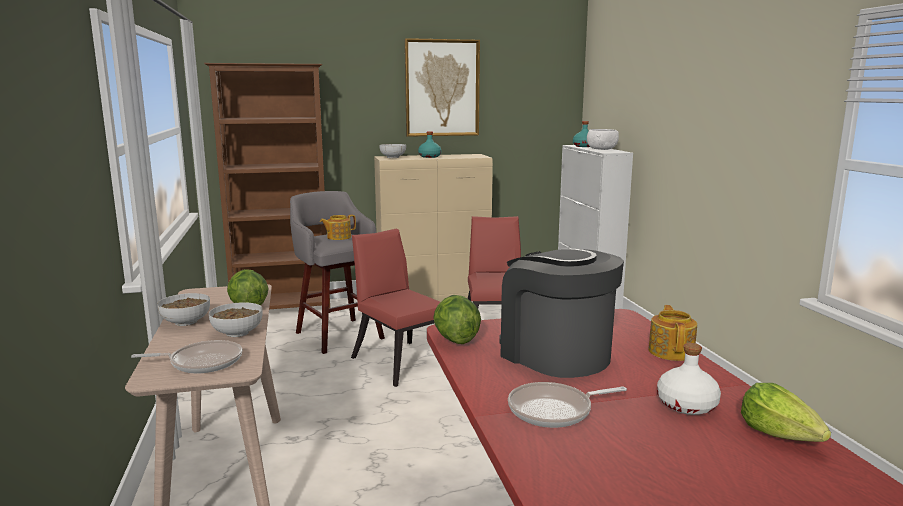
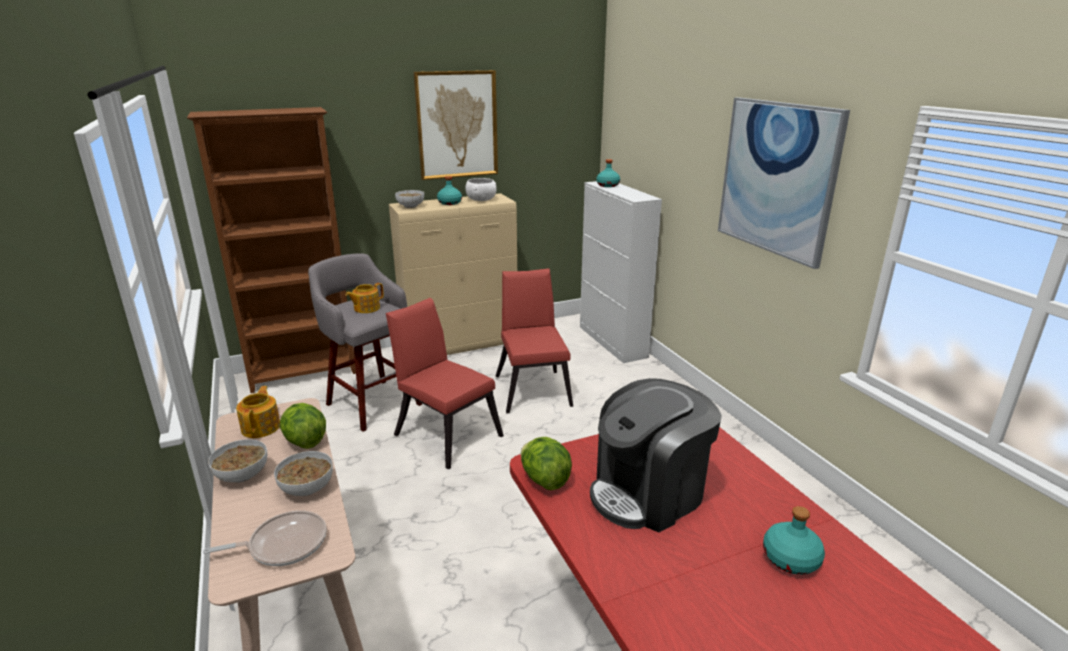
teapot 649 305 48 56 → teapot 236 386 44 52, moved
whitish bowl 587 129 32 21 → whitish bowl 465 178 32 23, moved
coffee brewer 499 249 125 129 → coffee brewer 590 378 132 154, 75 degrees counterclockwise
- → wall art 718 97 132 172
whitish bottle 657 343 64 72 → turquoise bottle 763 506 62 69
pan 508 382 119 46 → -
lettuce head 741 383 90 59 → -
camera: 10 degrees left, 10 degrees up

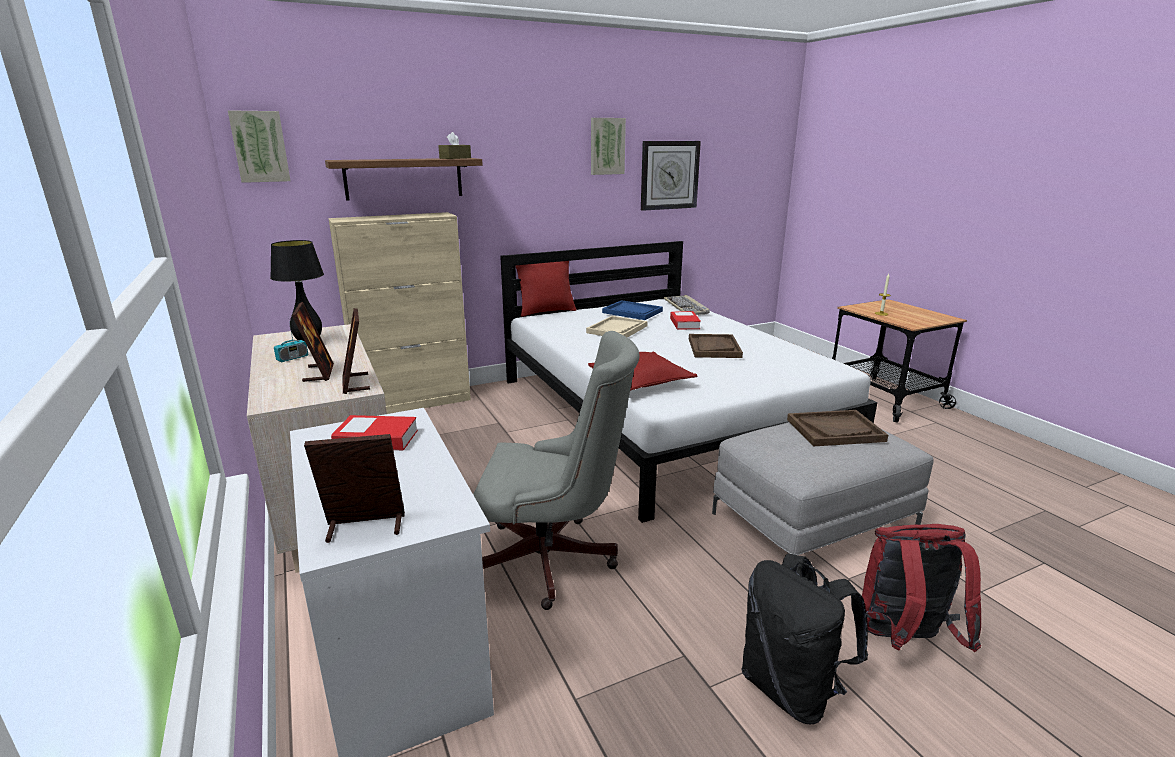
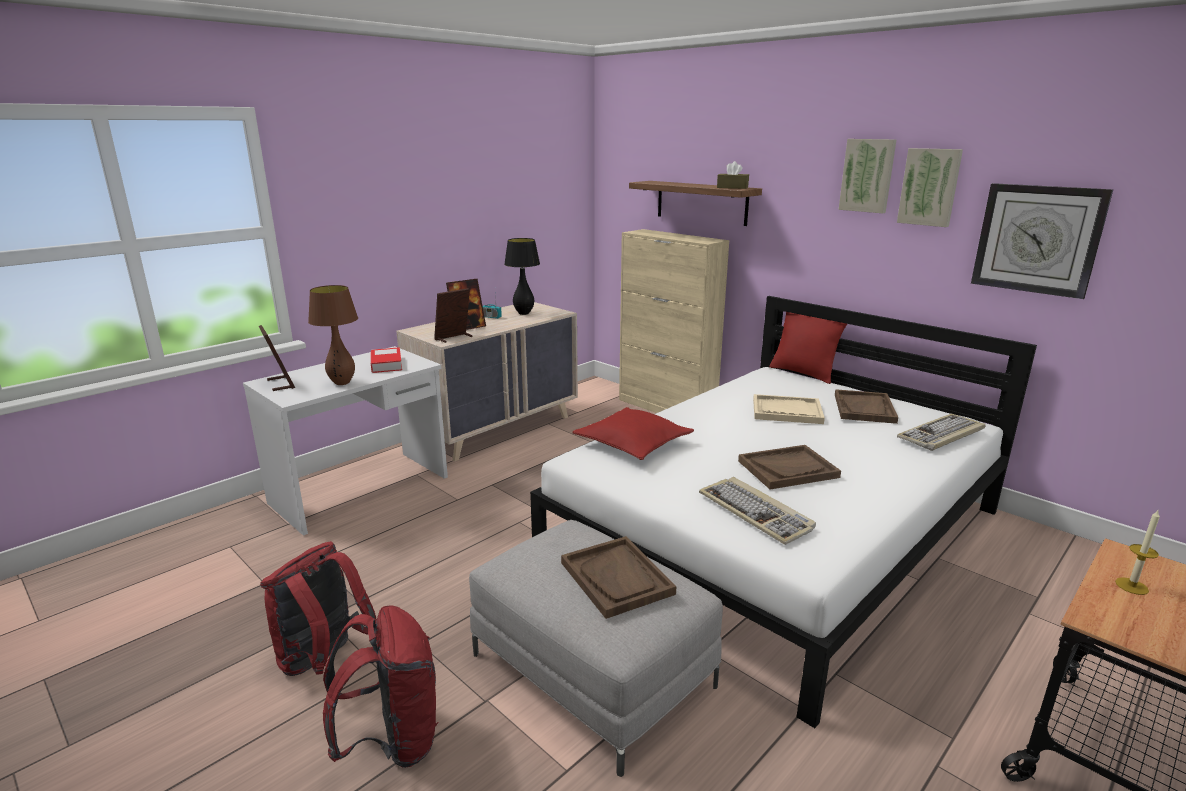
blackish rucksack 741 554 127 170 → red rucksack 260 541 116 135
- → brown tabletop lamp 308 285 50 100
- → keyboard 699 477 117 68
blue-coloured carrying tray 602 300 61 20 → brown carrying tray 835 389 63 35
wall art 228 110 62 73 → wall art 838 139 59 74, moved
gray computer chair 473 331 167 279 → -
bound book 670 311 31 19 → -
camera: 70 degrees right, 0 degrees up

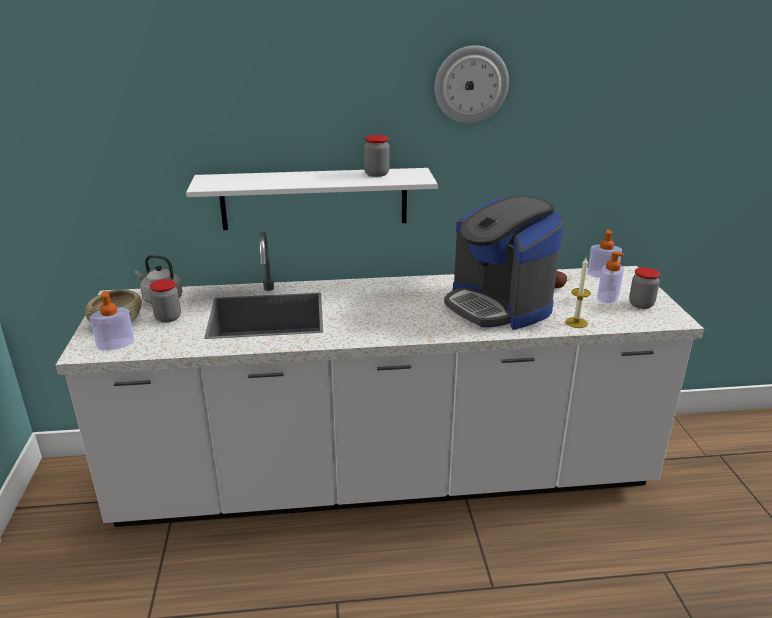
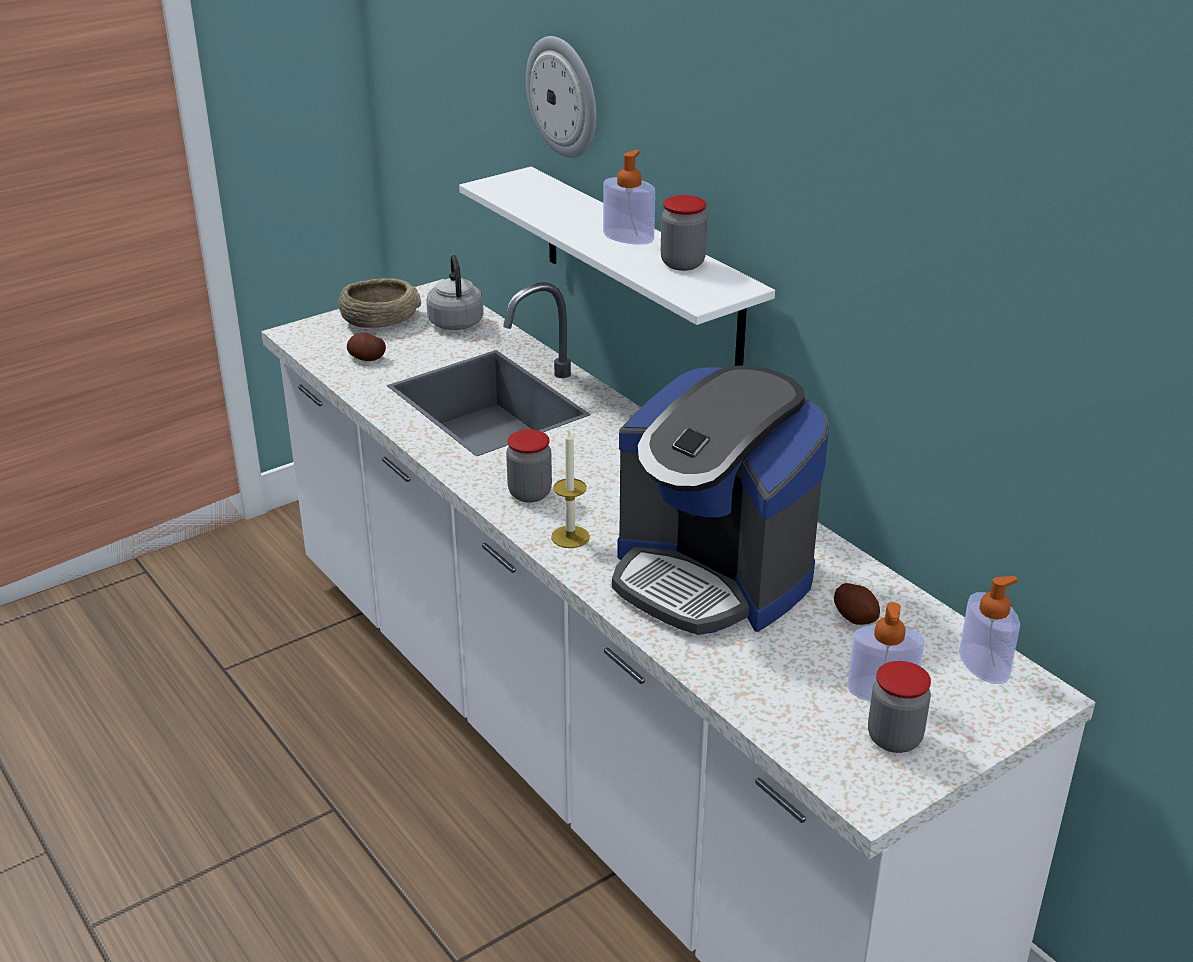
- → whole potato 347 332 39 29
preserve jar 150 279 31 44 → preserve jar 506 429 46 74, moved
hanging clock 435 45 74 78 → hanging clock 526 36 71 122, moved
wax light 565 258 26 70 → wax light 551 429 39 119, moved
soap dispenser 90 291 44 60 → soap dispenser 603 150 52 95, moved
coffee brewer 444 195 120 135 → coffee brewer 612 365 218 270, 75 degrees counterclockwise
camera: 60 degrees right, 5 degrees up

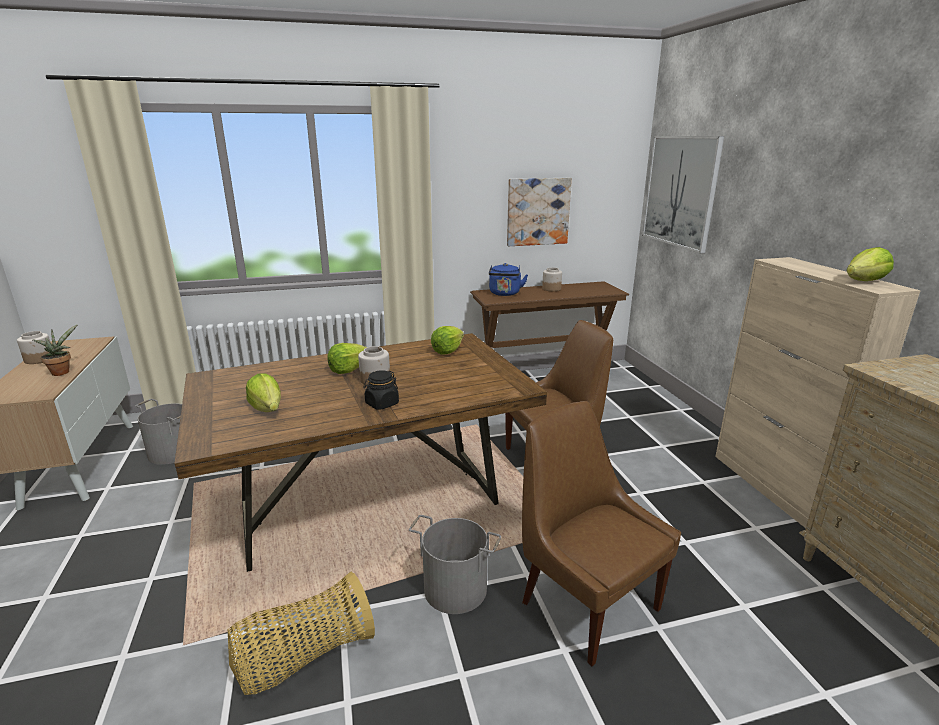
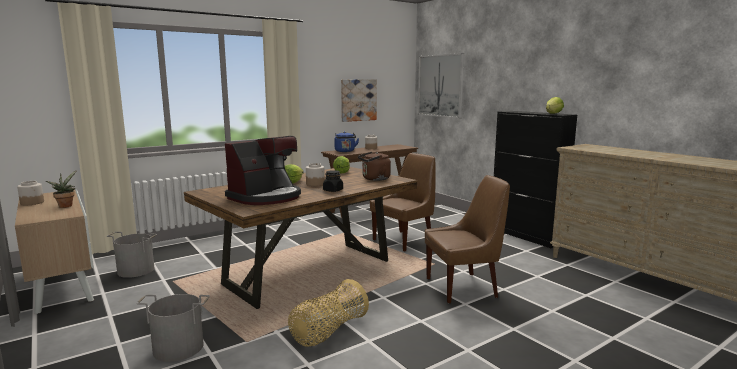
gray pail 409 515 92 99 → gray pail 136 294 74 68, moved
lettuce head 246 373 35 39 → coffee brewer 225 136 76 69
- → brown tea kettle 358 151 33 30
brown plain chair 522 401 159 265 → brown plain chair 425 175 85 128, 135 degrees clockwise
sand-coloured storage cabinet 715 257 206 271 → blackish storage cabinet 494 111 83 137
camera: 20 degrees left, 10 degrees down

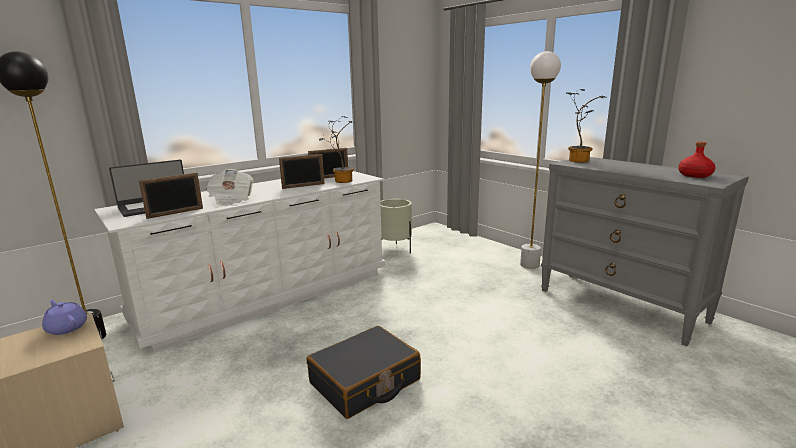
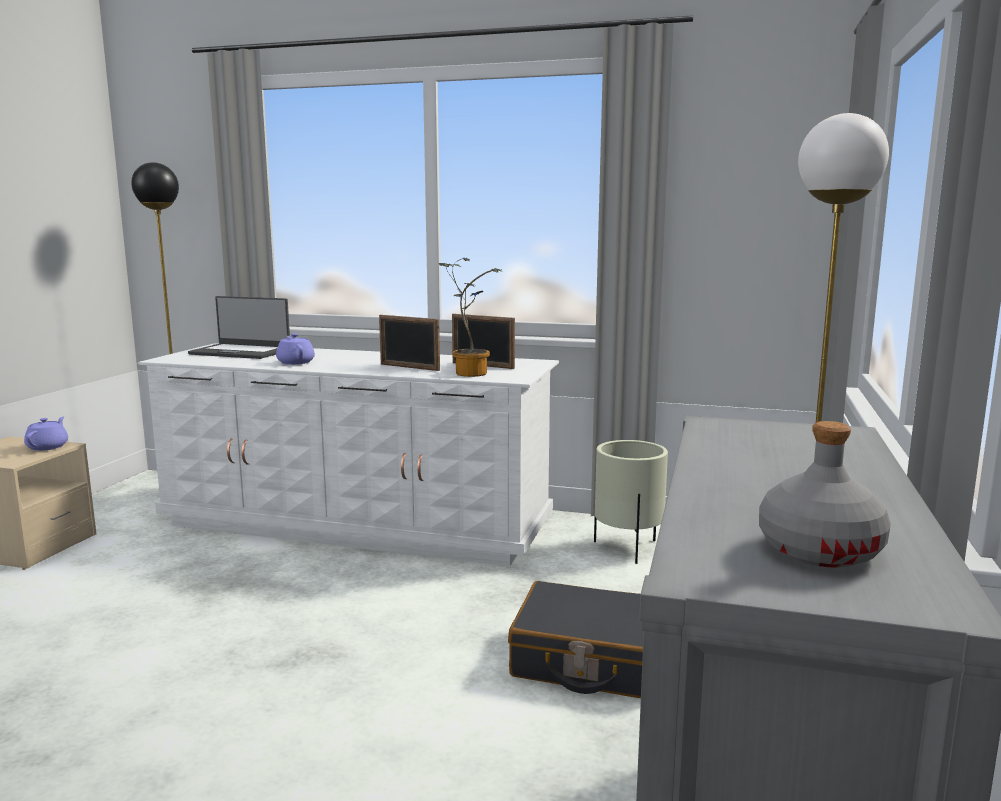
daily paper 206 169 48 38 → purple-coloured teapot 276 334 39 31
blackish travel case 307 326 114 93 → blackish travel case 508 581 136 117, moved
red bottle 678 142 38 36 → gray bottle 759 421 132 147
picture frame 139 173 64 46 → -
houseplant 566 89 40 74 → -
camera: 55 degrees right, 5 degrees down

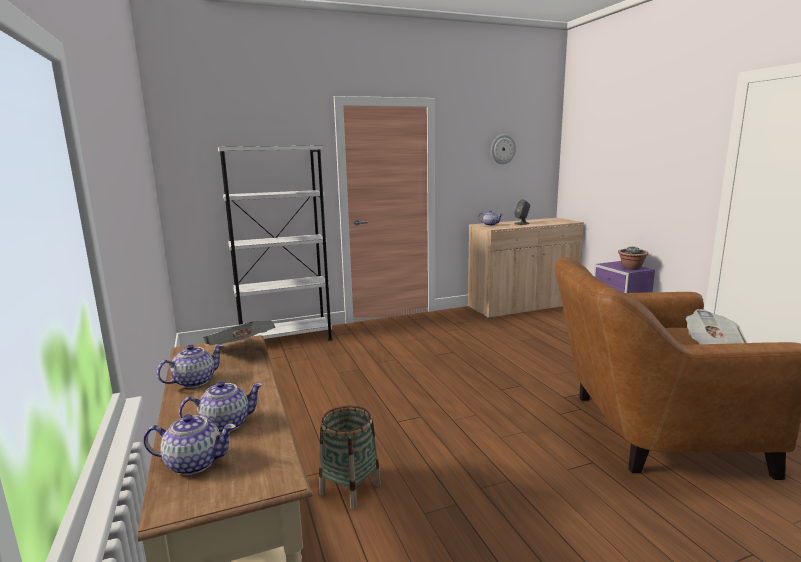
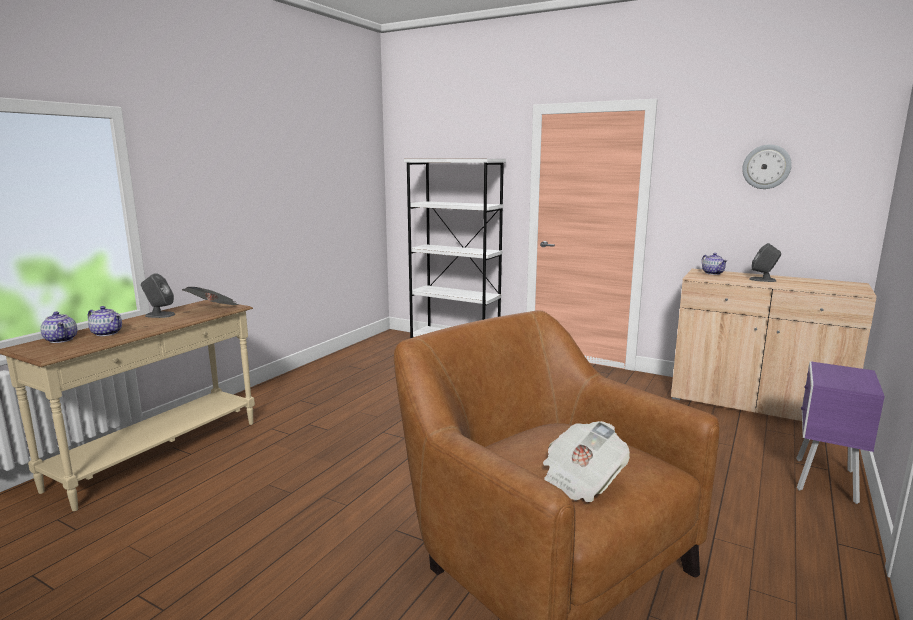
teapot 157 345 67 43 → gray loudspeaker 141 273 34 45
basket 319 406 62 104 → -
houseplant 618 246 30 24 → -
camera: 50 degrees right, 0 degrees up

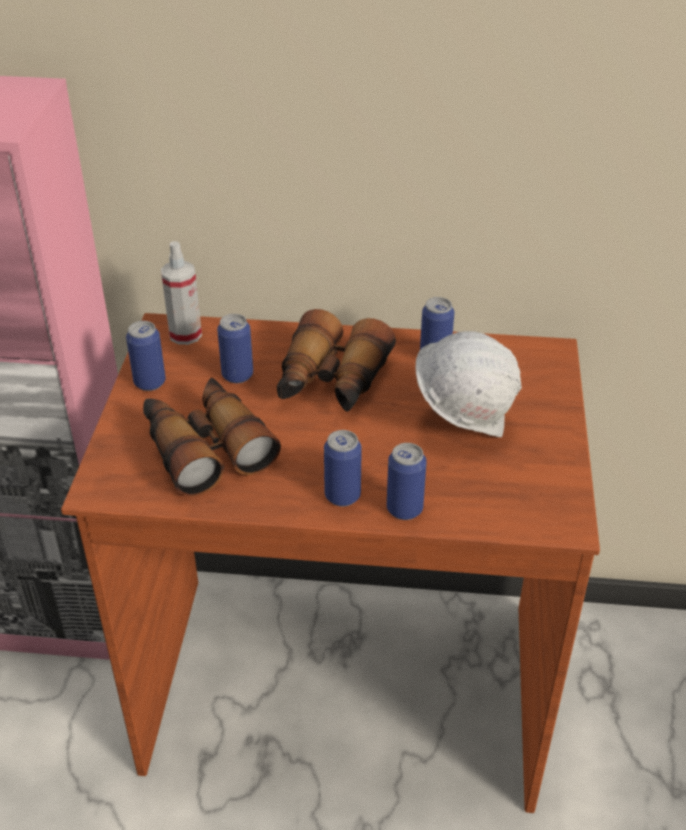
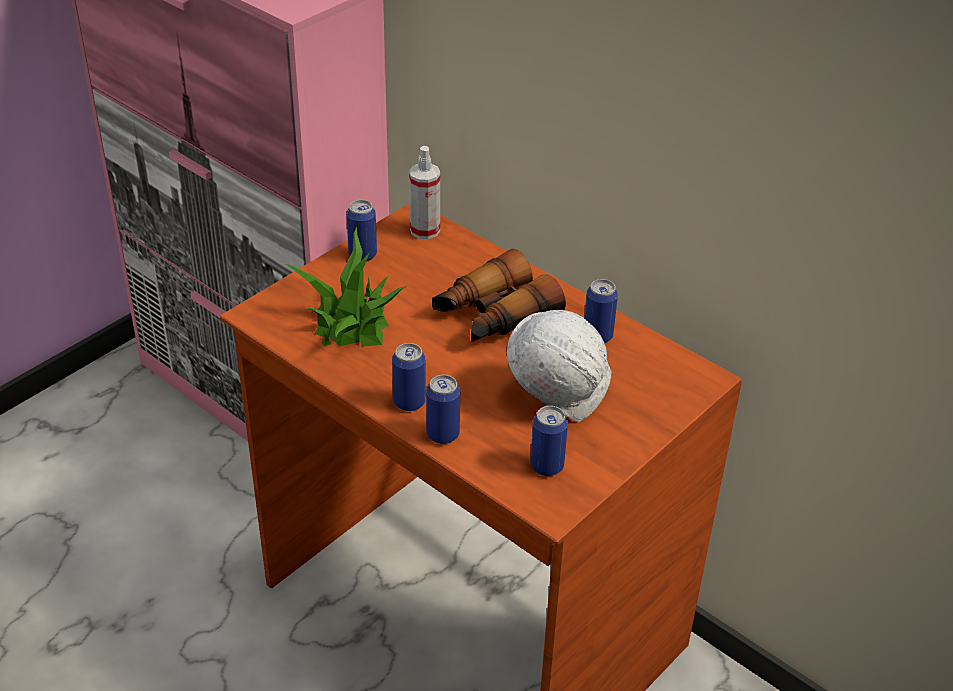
pair of binoculars 143 377 138 119 → houseplant 286 227 120 120
metal can 217 314 36 69 → metal can 530 406 38 70, moved
camera: 35 degrees right, 0 degrees up

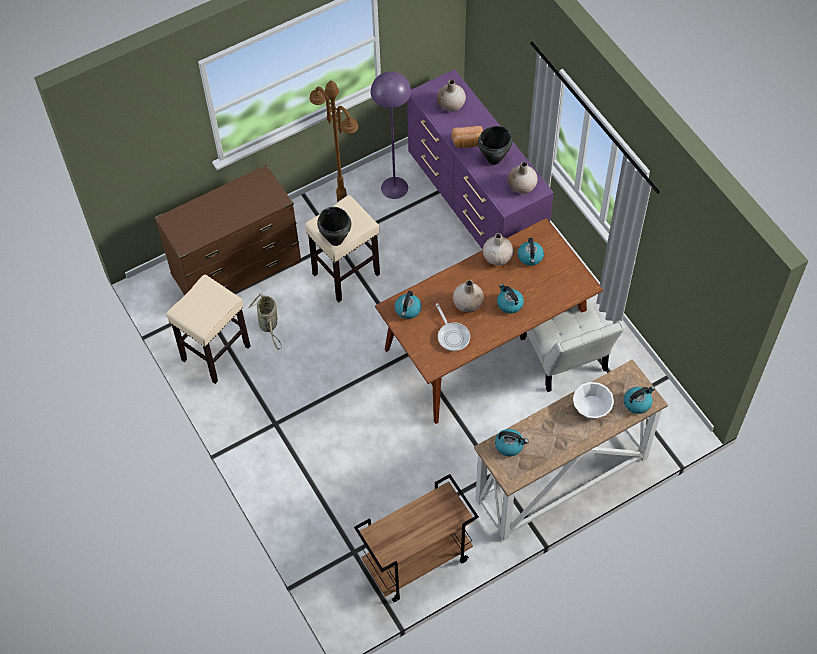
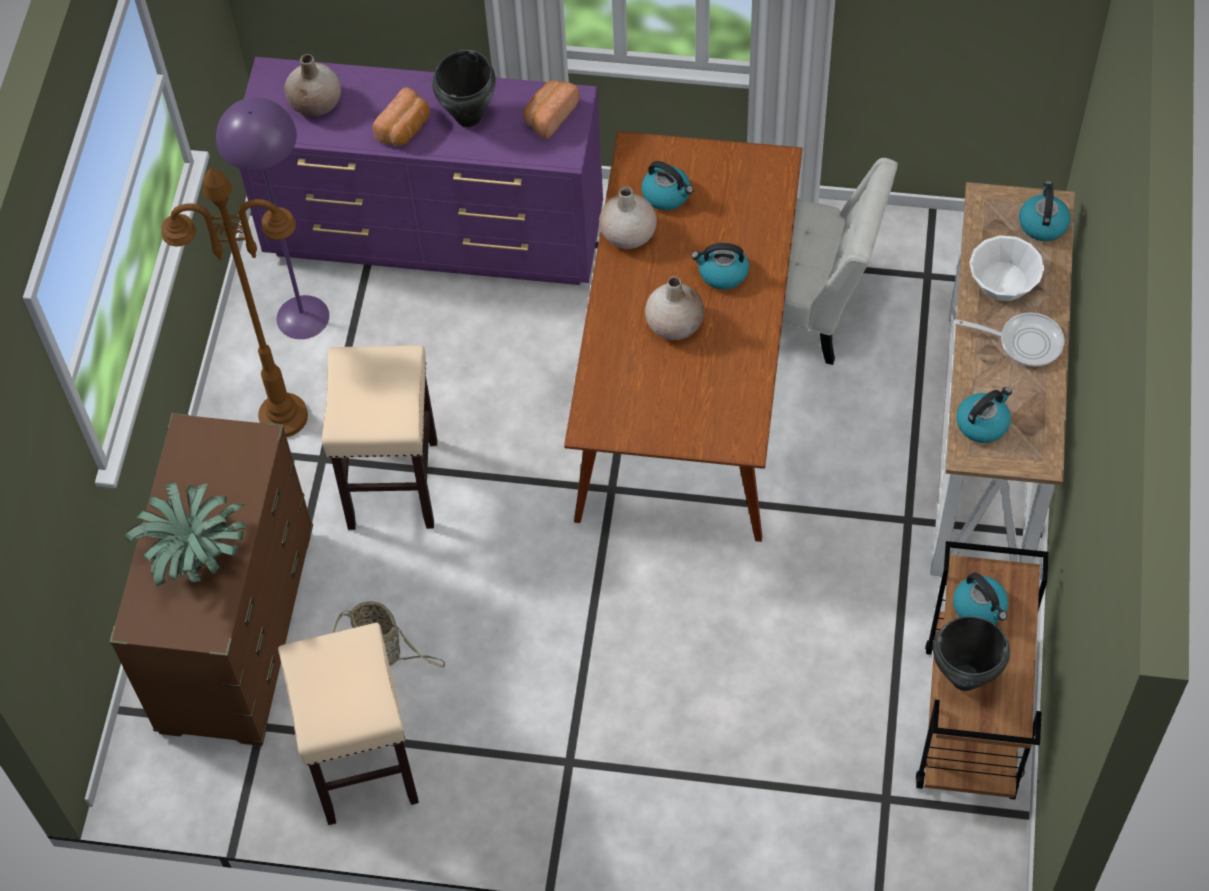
- → houseplant 124 483 122 103
sand-coloured decorative vase 508 162 30 32 → bakery bread 524 80 55 59
blackish cooking pot 317 207 34 39 → blackish cooking pot 933 616 77 75, moved
tea kettle 395 291 27 28 → tea kettle 953 572 55 52, moved
pan 435 303 35 48 → pan 955 313 109 54, moved
camera: 50 degrees left, 0 degrees up

